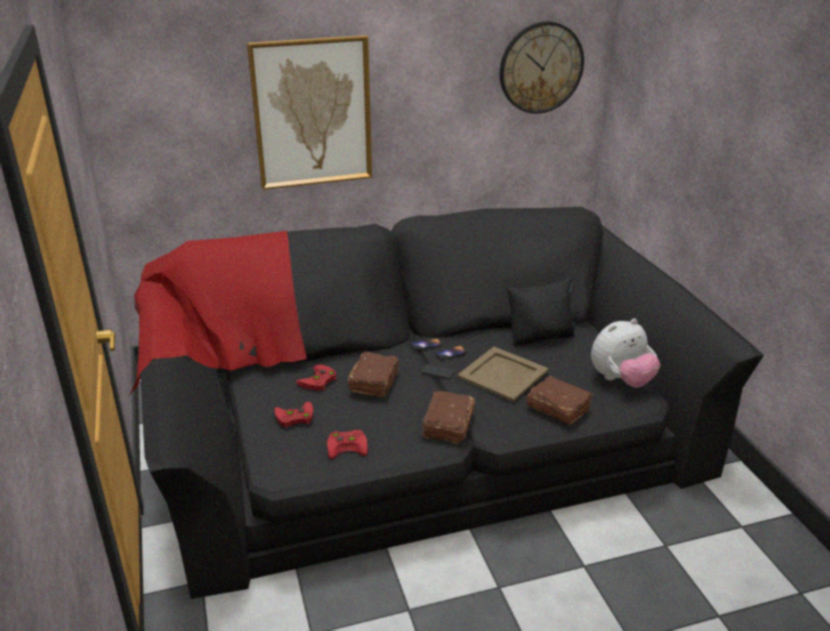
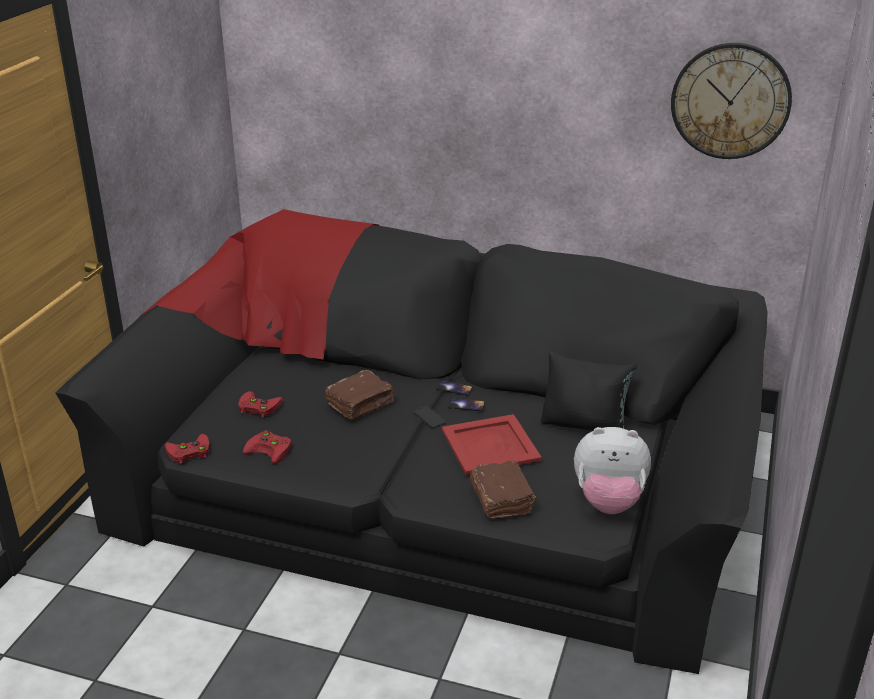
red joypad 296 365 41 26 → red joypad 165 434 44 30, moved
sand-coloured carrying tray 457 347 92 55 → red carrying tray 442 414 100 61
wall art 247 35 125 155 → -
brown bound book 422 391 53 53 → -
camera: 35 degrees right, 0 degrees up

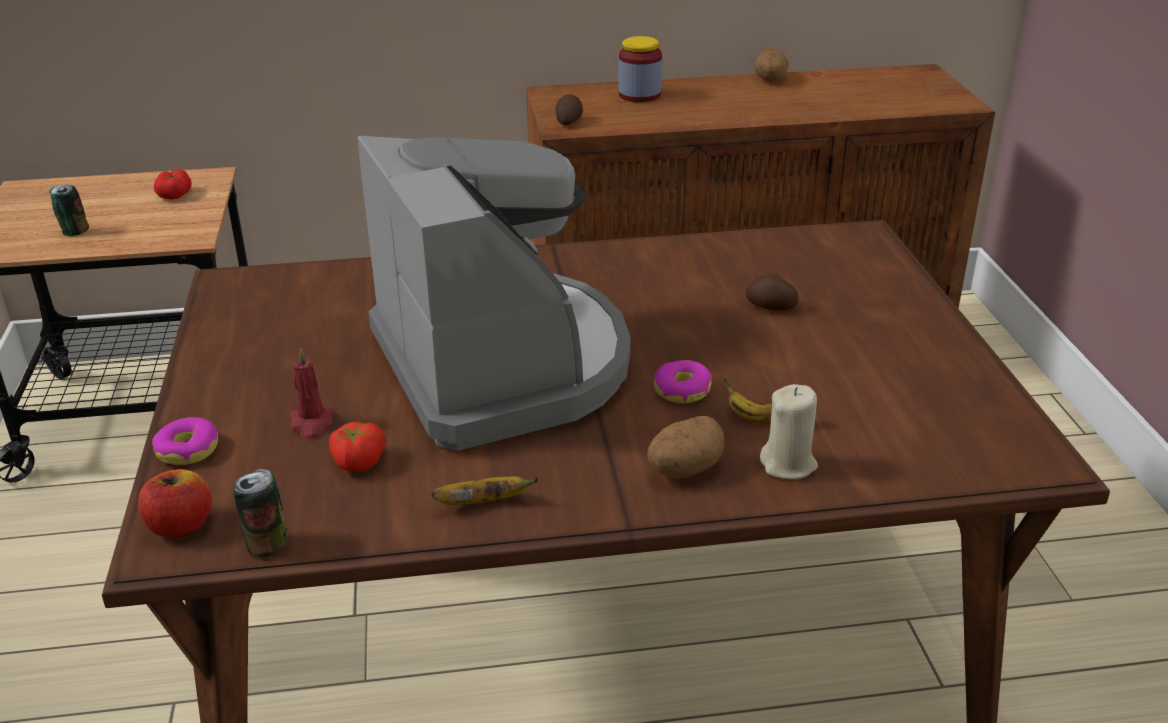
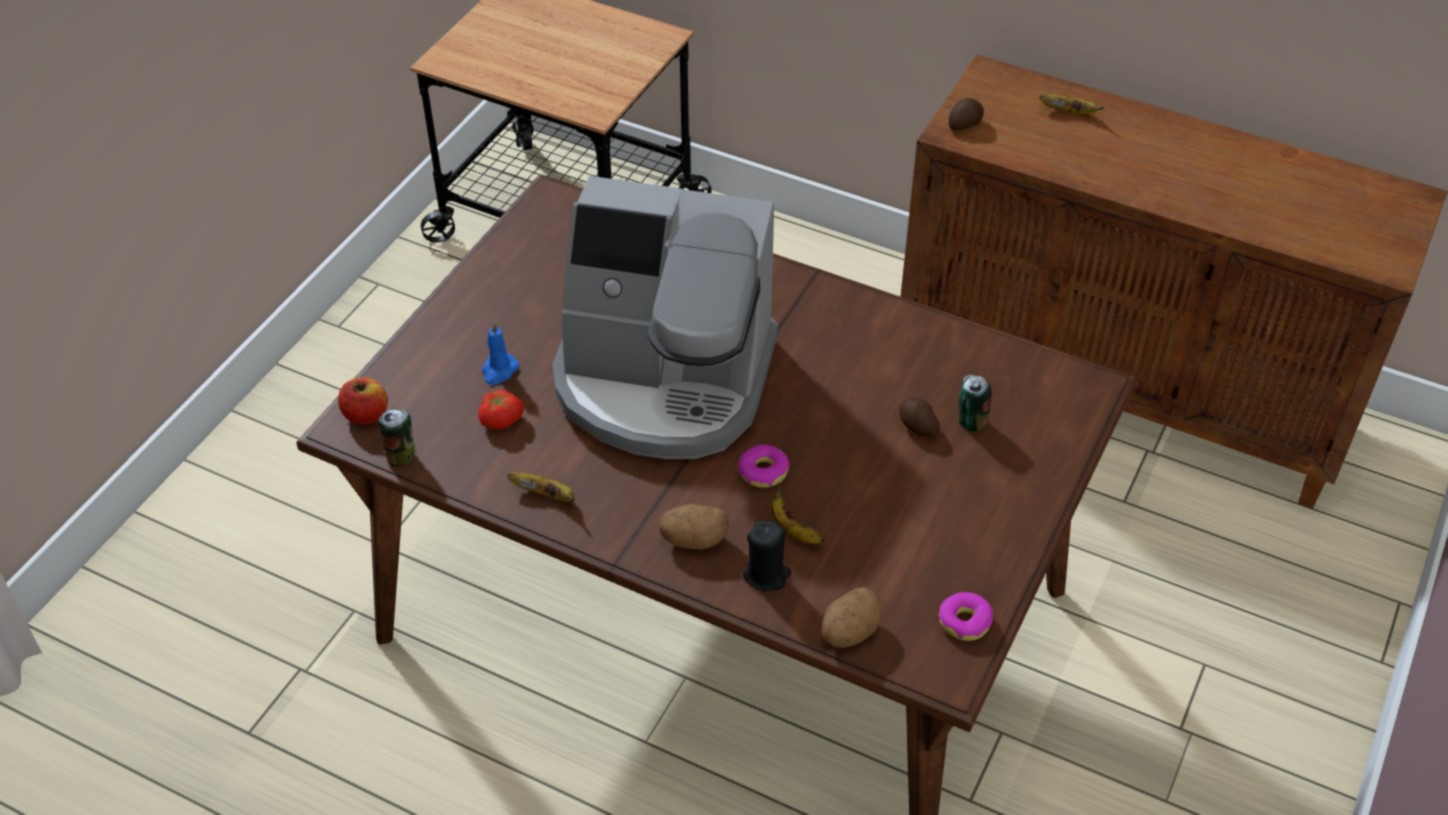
red wax light 290 348 44 91 → blue-coloured wax light 482 321 37 64
coffee brewer 357 136 274 315 → coffee brewer 552 176 226 283, 90 degrees clockwise
sand-coloured wax light 760 384 58 96 → blackish wax light 742 521 49 71
whole potato 754 47 35 35 → whole potato 821 587 61 61, moved
ring doughnut 152 417 66 48 → ring doughnut 939 592 54 49, moved
metal can 49 184 40 52 → metal can 958 375 34 57, moved
preserve jar 618 36 44 66 → banana fruit 1040 94 64 20
tomato 154 169 38 31 → -
camera: 35 degrees right, 15 degrees up

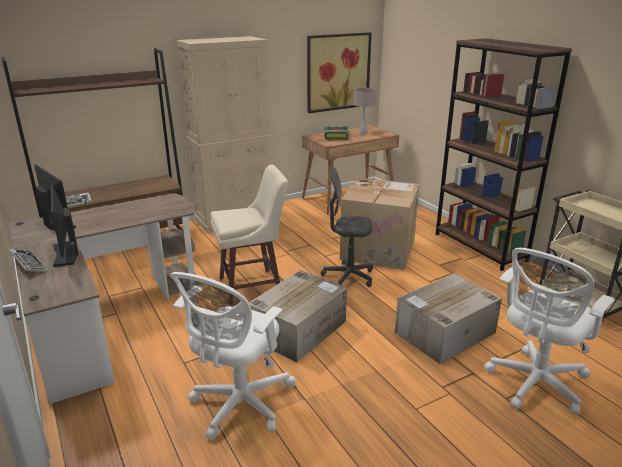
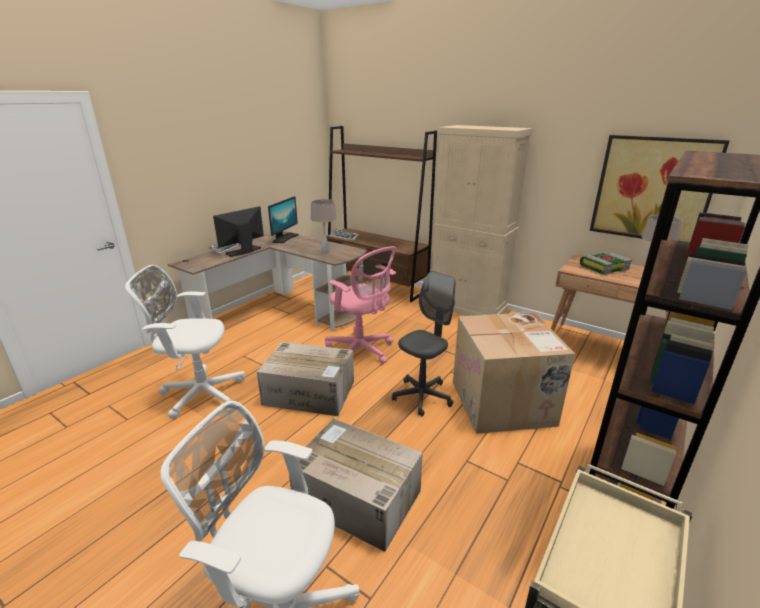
- → sand-coloured tabletop lamp 311 199 26 54
sand-coloured sitting stool 210 164 78 136 → pink computer chair 325 246 72 118
gray computer chair 321 166 52 121 → gray computer chair 392 271 64 146, 60 degrees clockwise
camera: 65 degrees right, 0 degrees up

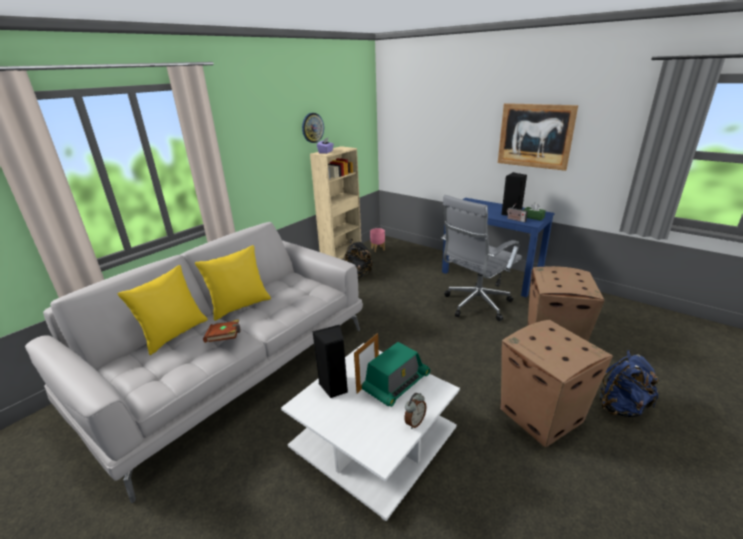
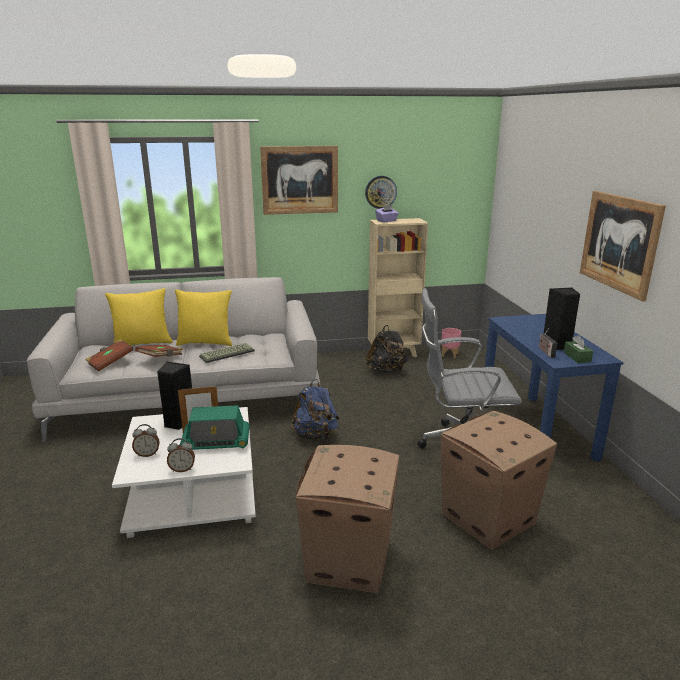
- → brown bound book 86 339 47 32
- → alarm clock 132 424 28 33
- → keyboard 199 343 56 20
- → wall art 260 146 78 69
blue-coloured rucksack 600 350 61 67 → blue-coloured rucksack 290 379 49 62, moved
camera: 40 degrees right, 5 degrees down

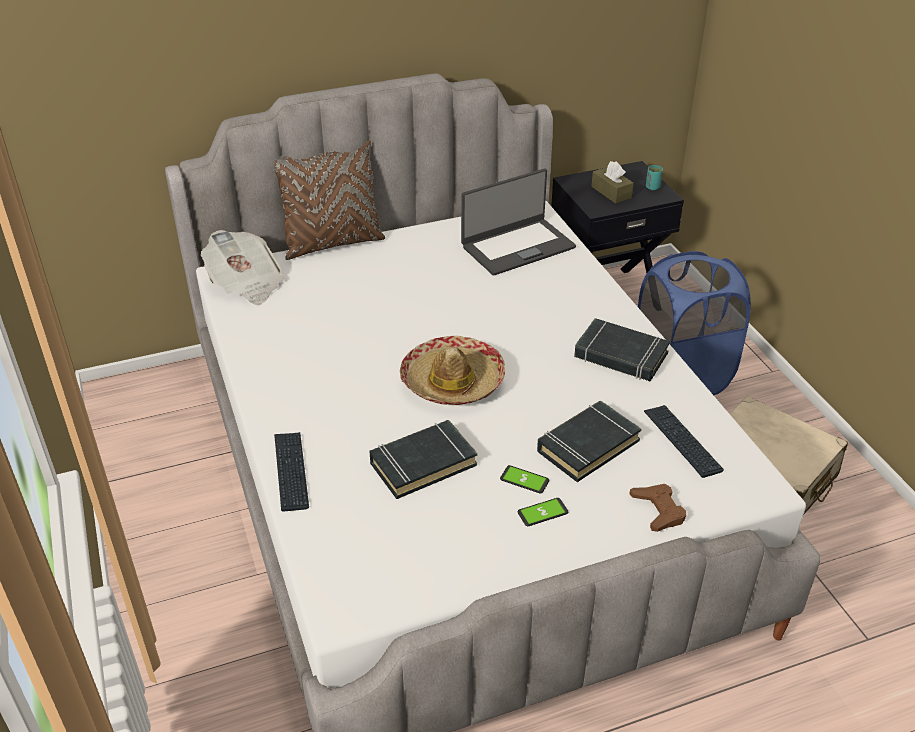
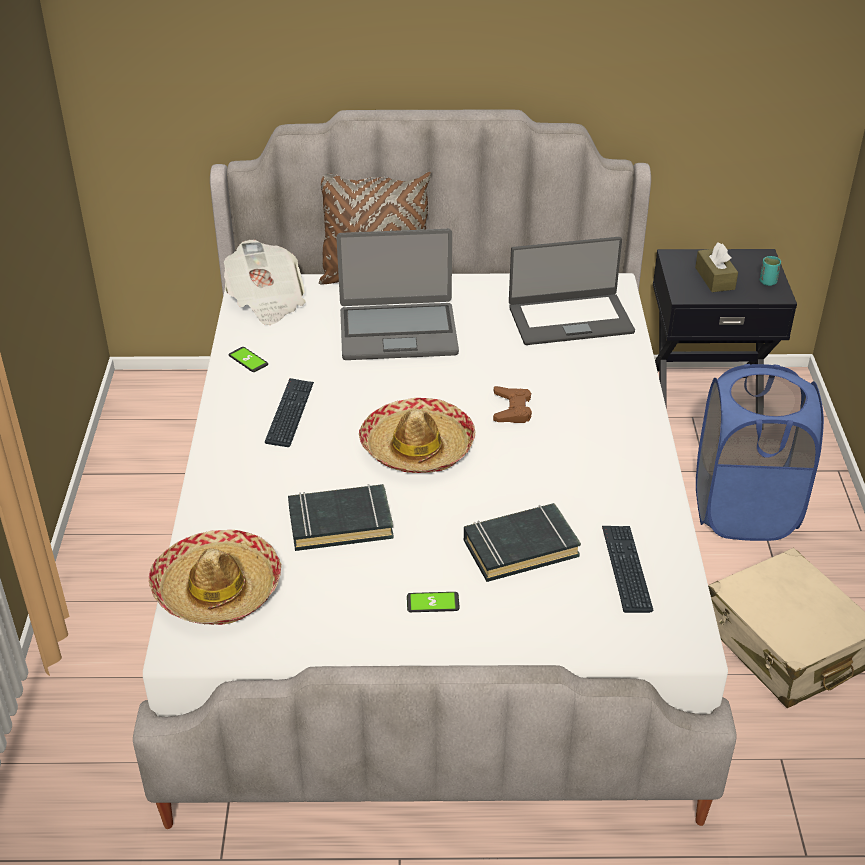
- → hat 149 530 132 95
handset 500 465 49 29 → handset 229 347 39 25, moved
keyboard 274 432 35 80 → keyboard 265 378 49 69, moved
- → laptop 336 229 123 131
brown joypad 630 484 56 48 → brown joypad 493 386 39 37, moved
blackish bound book 574 318 96 63 → -
camera: 20 degrees right, 0 degrees up

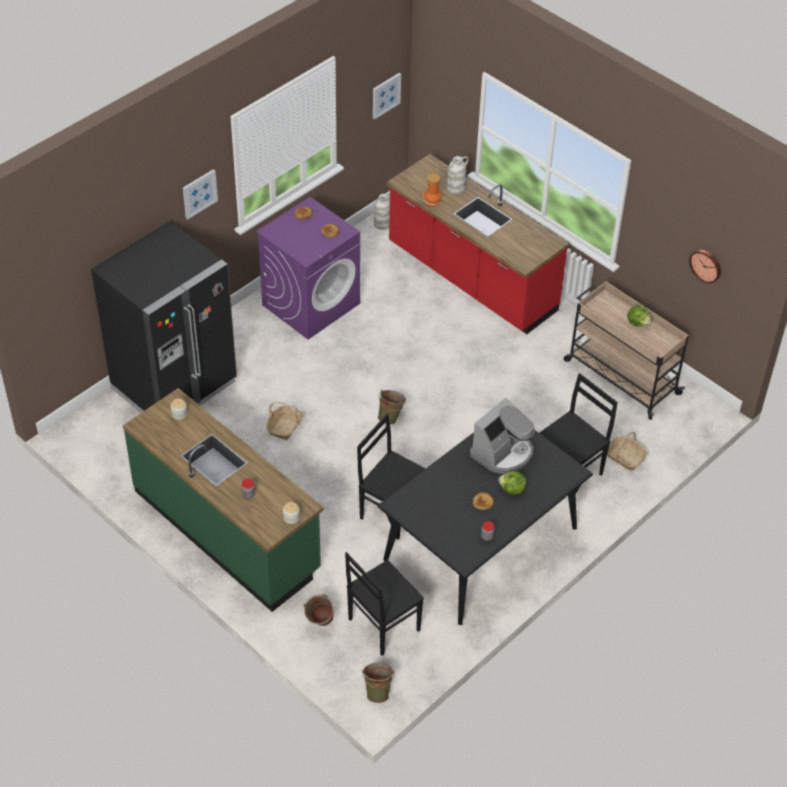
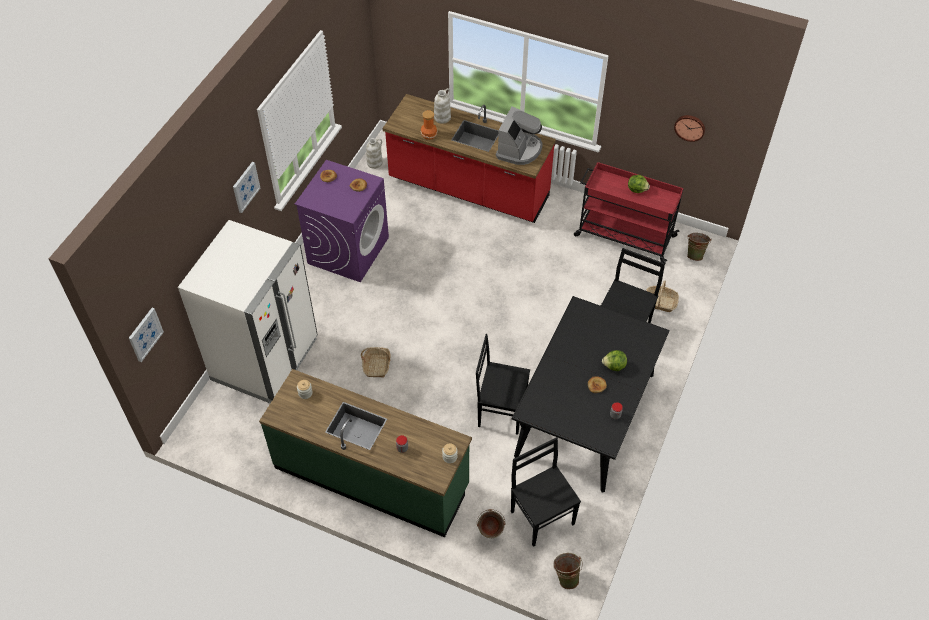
wall art 373 73 28 46 → wall art 129 308 35 54, moved
blackish refrigerator 91 221 146 192 → whitish refrigerator 178 220 140 183
coffee brewer 470 398 65 76 → coffee brewer 496 106 47 59, moved
blackish plain chair 345 552 79 104 → blackish plain chair 511 437 70 110, 120 degrees clockwise
sand-coloured trolley 564 282 125 138 → red trolley 574 162 110 101
greenish pail 378 389 28 35 → greenish pail 687 233 25 28, moved
camera: 20 degrees left, 5 degrees up

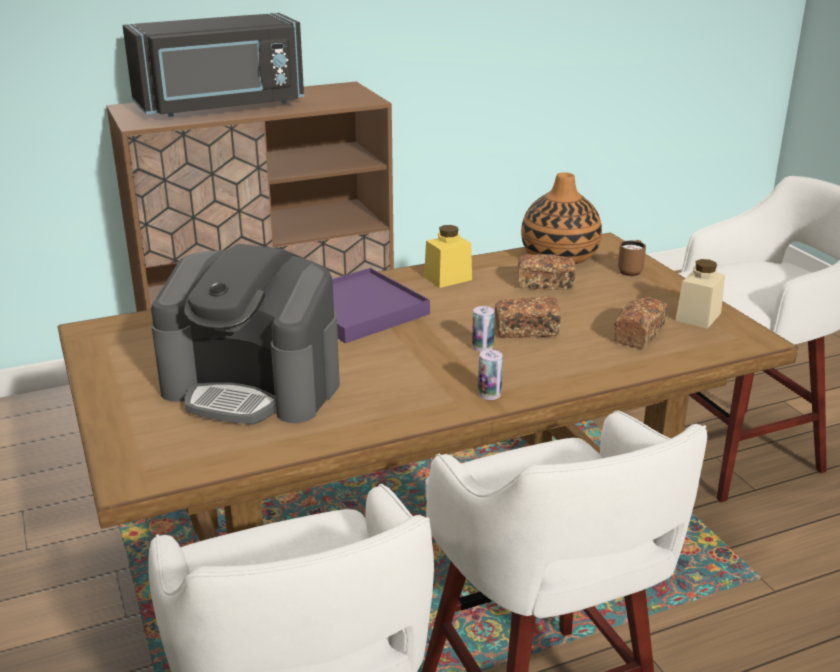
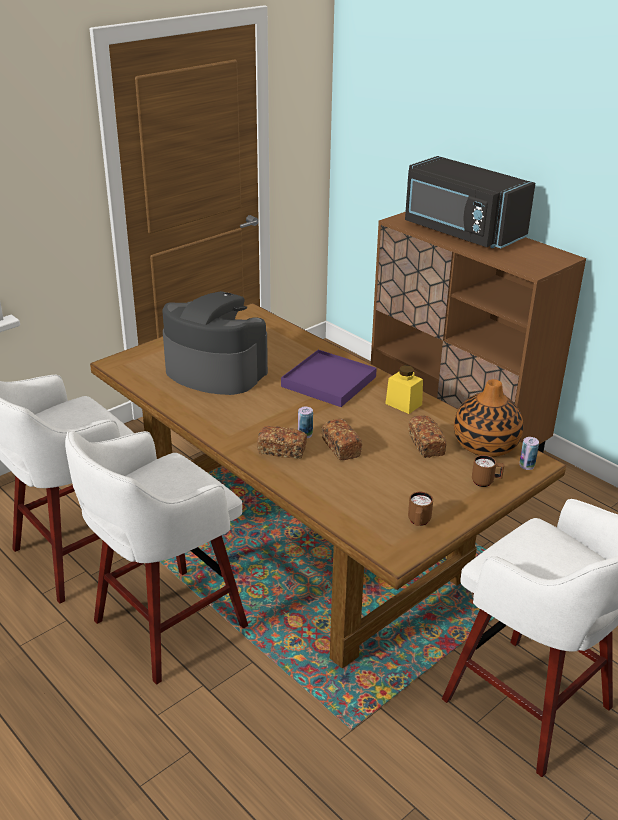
coffee brewer 151 244 189 181 → coffee brewer 162 291 106 104, 120 degrees clockwise
bakery bread 613 296 54 53 → bakery bread 257 426 50 33, moved
sand-coloured preserve jar 675 259 50 70 → brown tea mug 408 492 25 34
metal can 478 350 25 50 → metal can 519 437 20 33, moved
camera: 70 degrees right, 5 degrees up

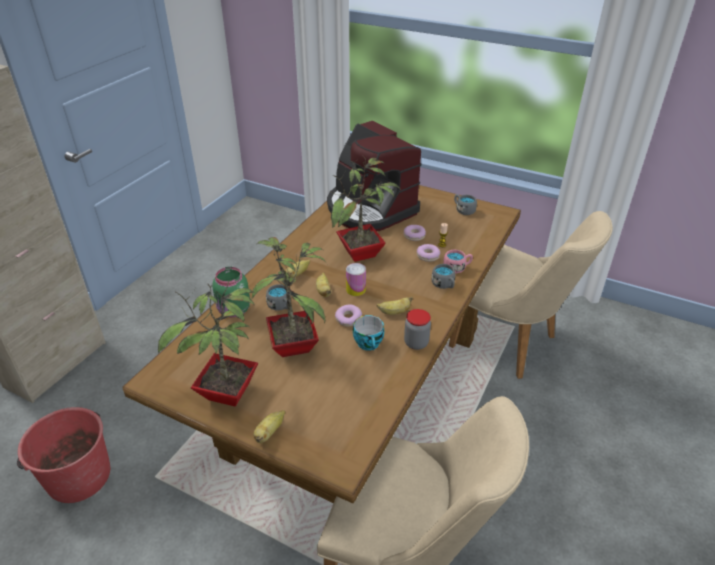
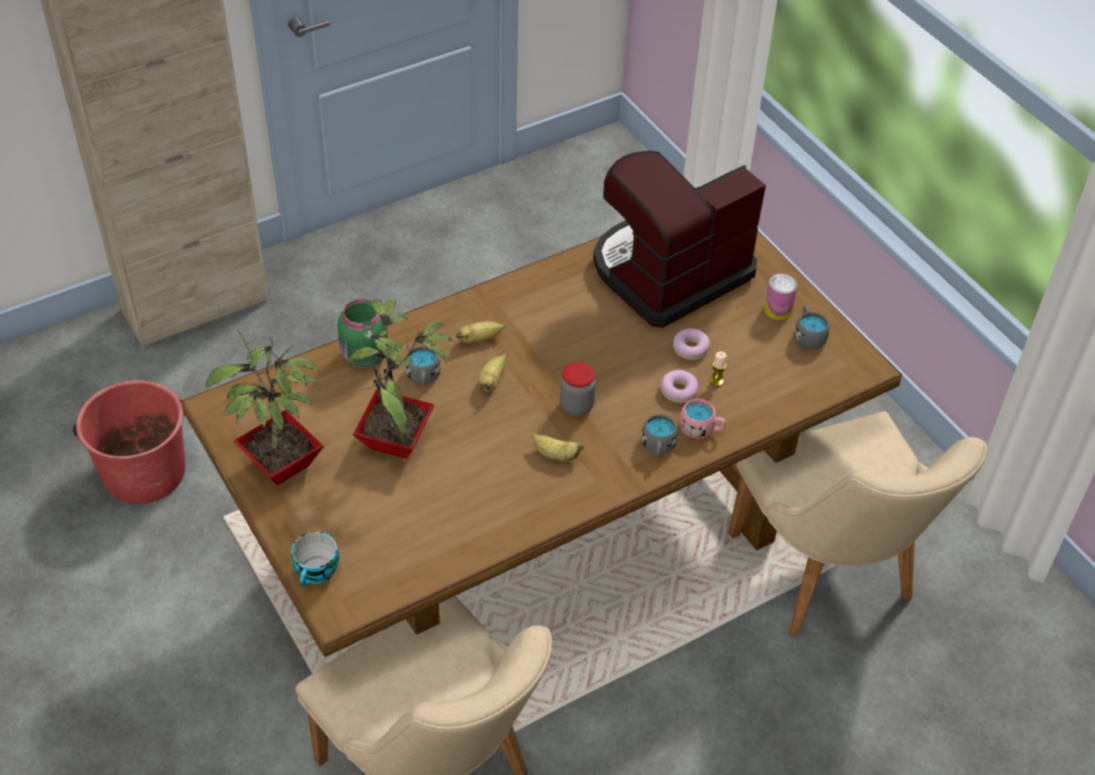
drinking cup 353 315 31 36 → drinking cup 291 531 48 56, moved
preserve jar 404 309 27 41 → preserve jar 560 362 36 54, moved
coffee brewer 327 121 95 110 → coffee brewer 593 150 173 178, 60 degrees clockwise
metal can 346 263 20 33 → metal can 764 274 34 46, moved
banana fruit 254 410 31 33 → -
houseplant 331 155 70 107 → -
ring doughnut 335 304 27 23 → -
camera: 30 degrees right, 10 degrees up

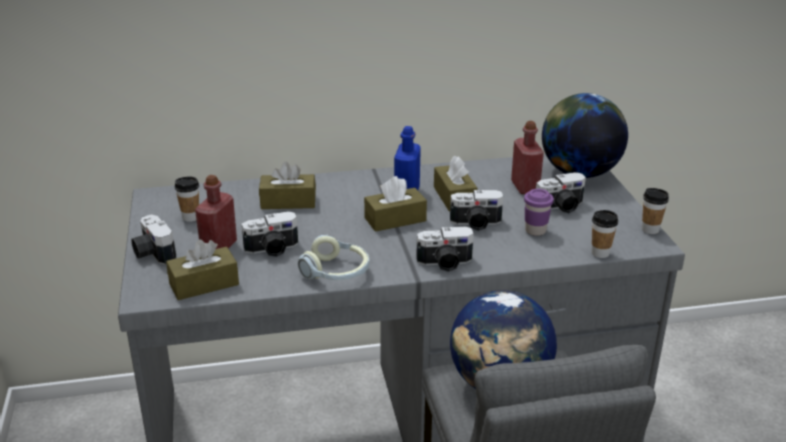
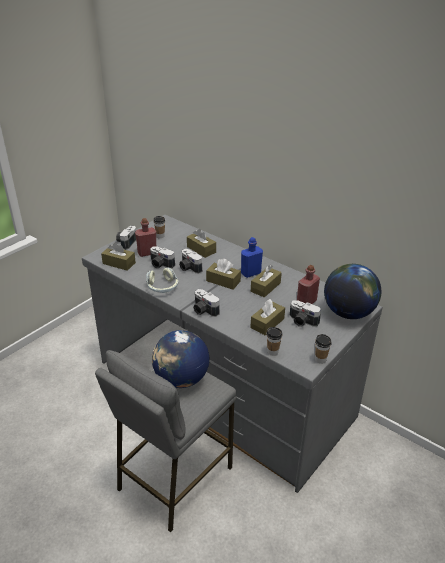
still camera 450 190 53 41 → still camera 179 249 23 25, moved
purple-coloured drinking cup 524 189 30 47 → brown tissue holder 250 299 35 36
camera: 50 degrees right, 5 degrees up

